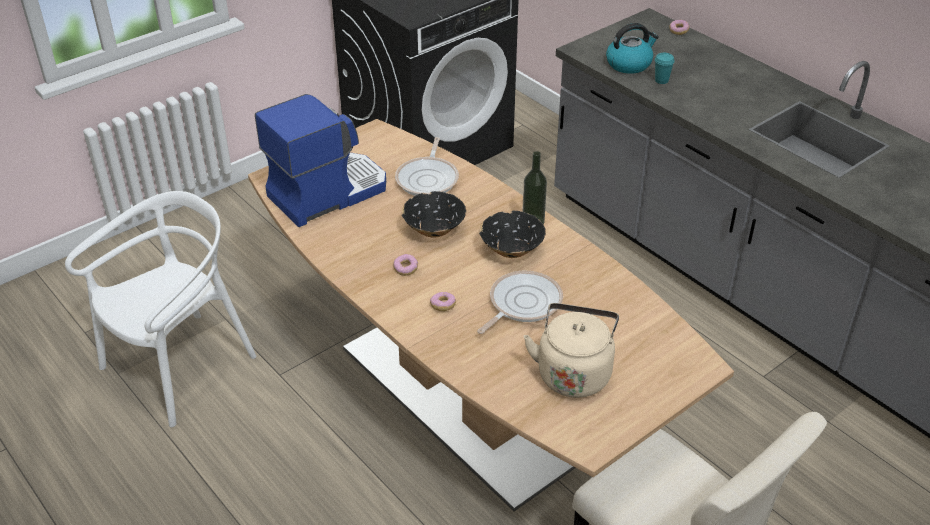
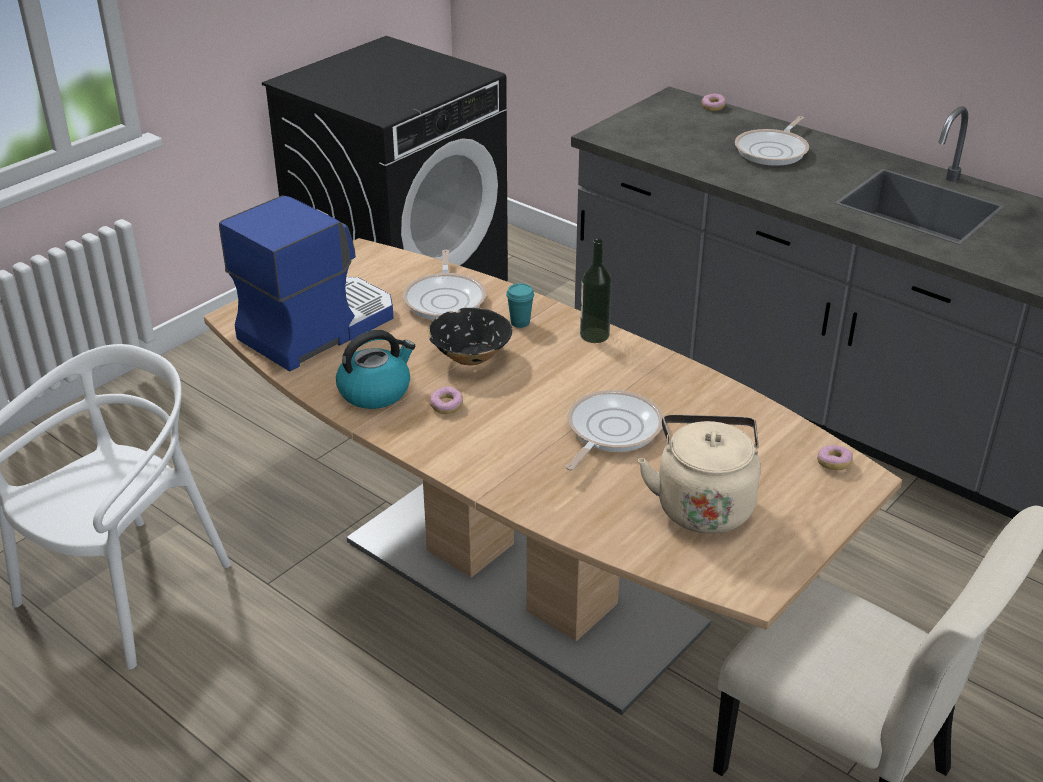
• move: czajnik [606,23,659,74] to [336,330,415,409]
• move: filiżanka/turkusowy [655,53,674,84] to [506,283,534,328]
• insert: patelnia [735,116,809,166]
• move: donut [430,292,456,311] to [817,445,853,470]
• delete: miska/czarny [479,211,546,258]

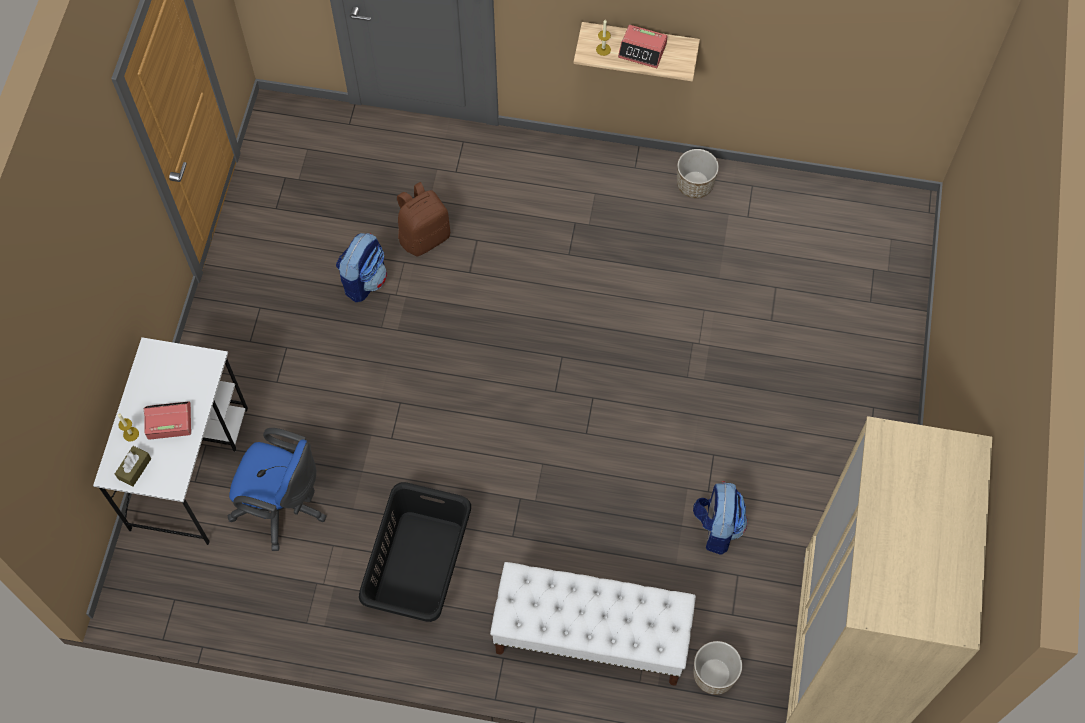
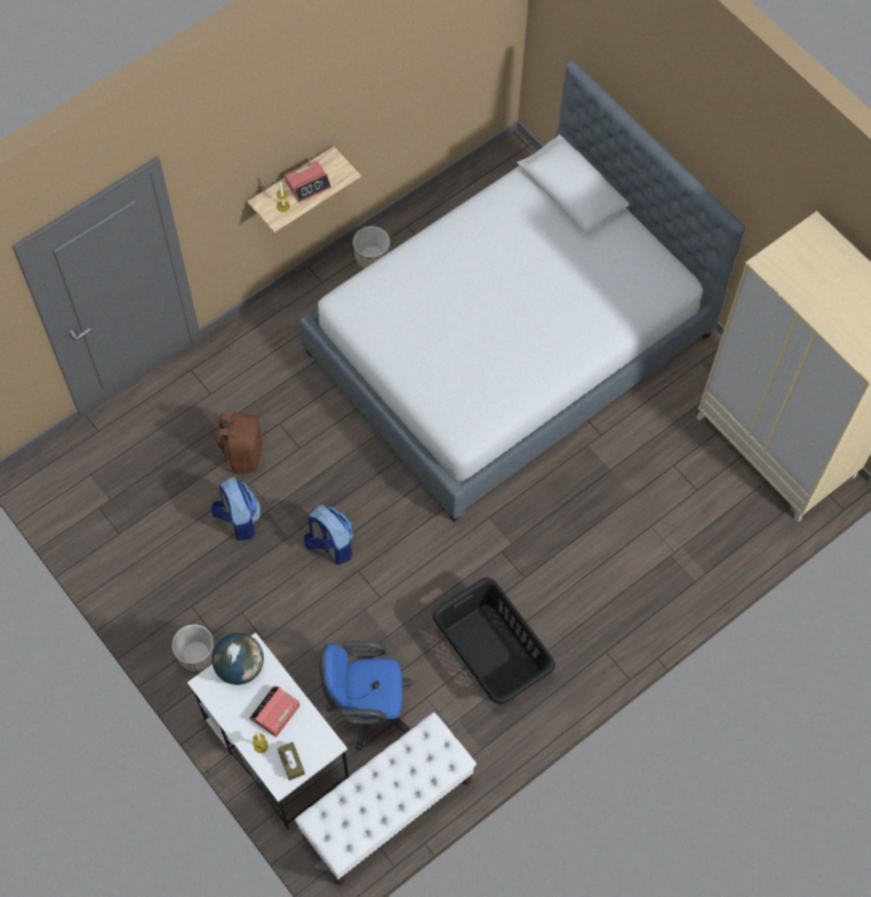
• move: donica [693,641,742,695] to [172,624,214,672]
• insert: globus [212,633,264,685]
• move: ławka/biały [490,562,696,686] to [295,712,477,886]
• insert: łóżko [299,60,745,522]
• move: plecak [693,481,747,555] to [303,505,353,565]
• rotate: krzesło biurowe/niebieski [228,428,327,551] = [319,641,413,751] 150 degrees counterclockwise

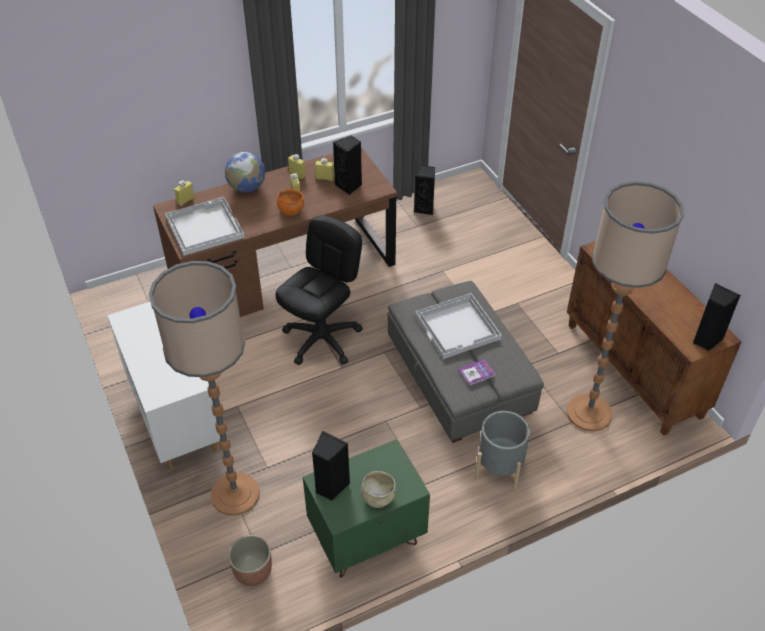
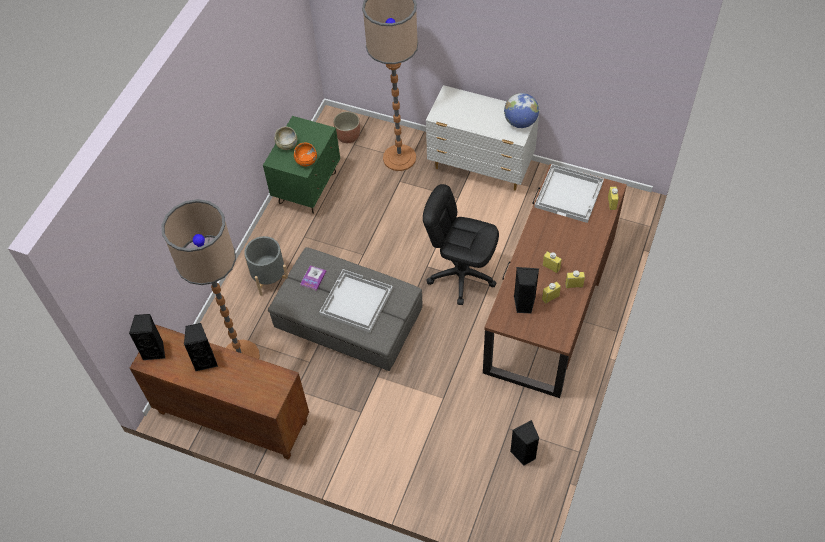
• move: głośnik/czarny [312,431,350,501] to [184,323,218,372]
• move: miska/pomarańczowy [277,189,304,216] to [294,143,317,166]
• rotate: krzesło biurowe/czarny [275,215,363,365] = [423,184,499,305] 120 degrees clockwise
• move: globus [225,152,265,193] to [504,93,539,128]

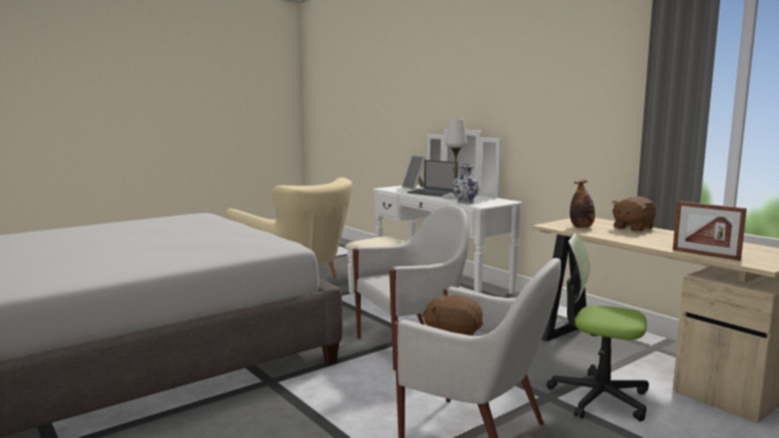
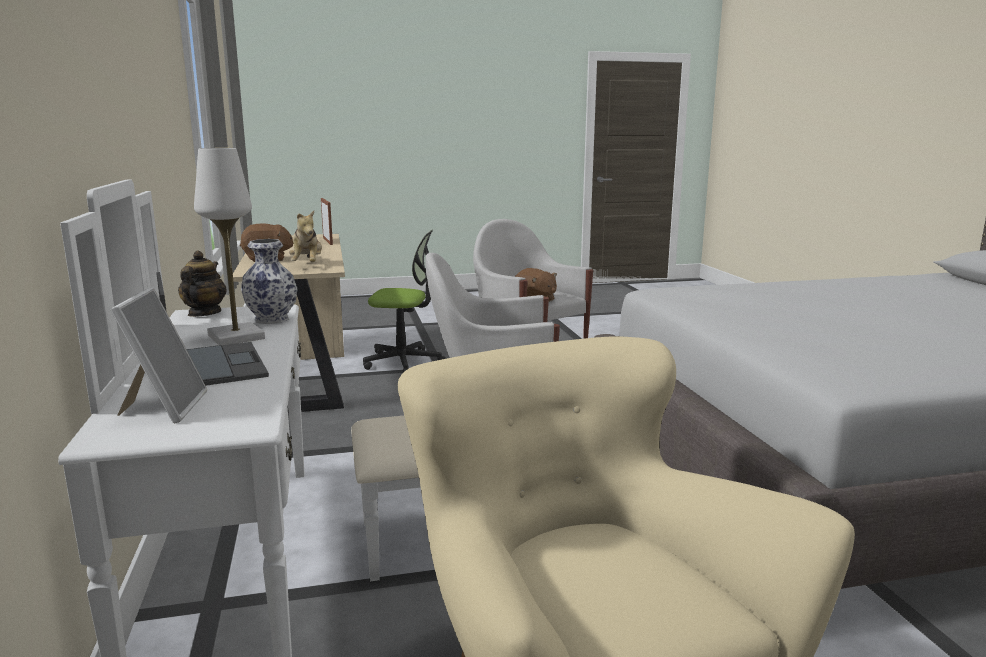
• insert: imbryk [178,250,227,317]
• replace: butelka [570,180,595,228] to pluszak [289,211,322,262]
• rotate: krzesło biurowe [546,233,649,421] = [363,230,446,372] 45 degrees counterclockwise

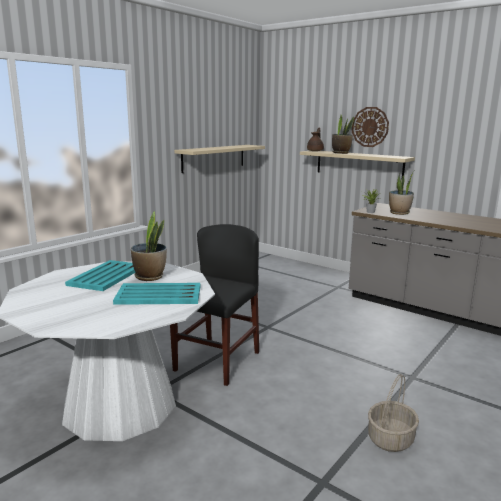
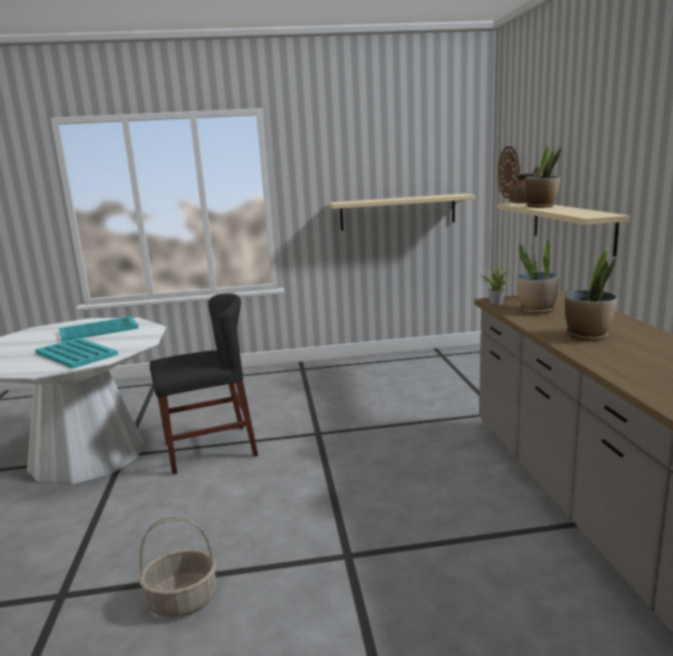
• move: zegar ścienny [352,107,389,147] to [498,146,520,199]
• move: roślina doniczkowa [131,211,167,281] to [565,247,617,341]

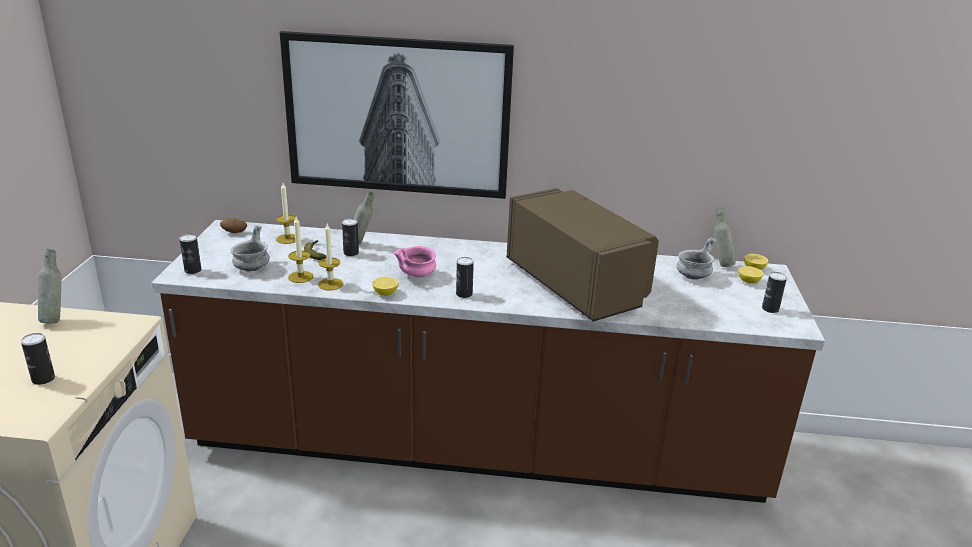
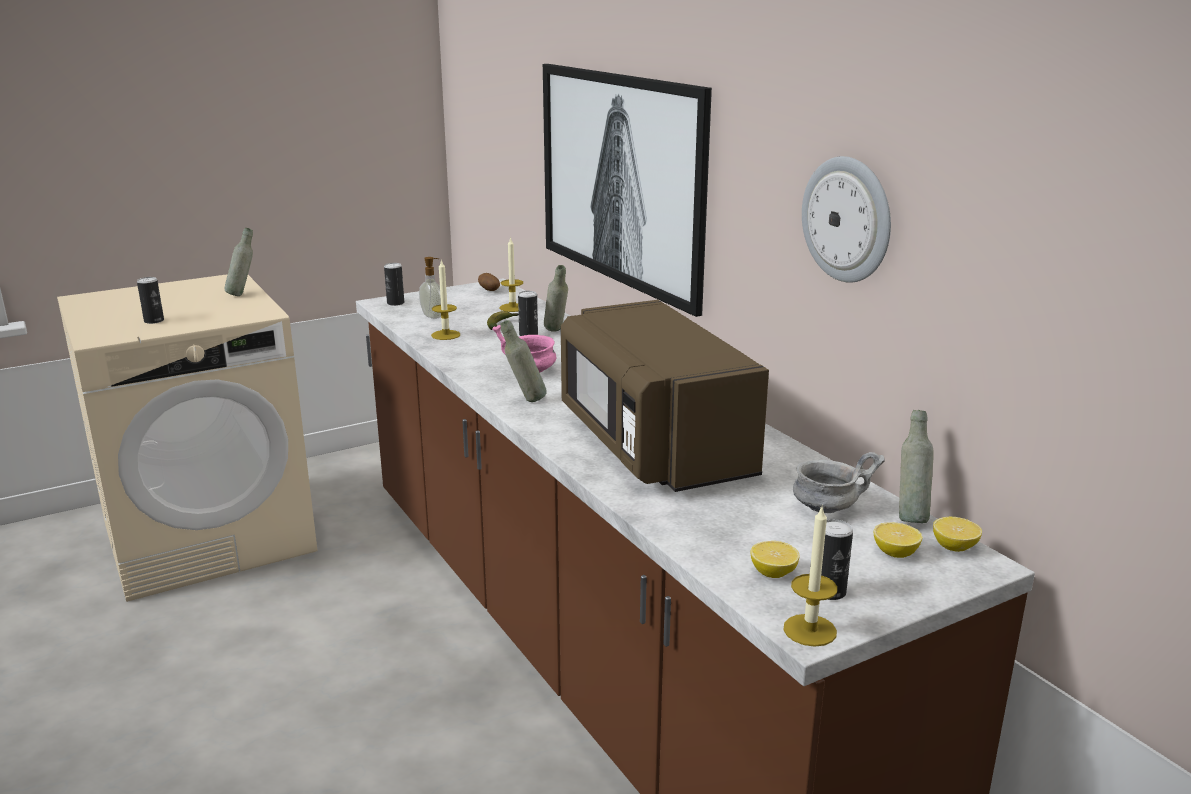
• replace: miska/szary [231,225,270,272] to dozownik mydła [419,257,441,319]
• replace: puszka [456,257,474,298] to butelka/szary [500,320,547,402]
• rotate: mikrofalówka/brązowy [506,188,659,322] = [561,300,769,492] 135 degrees clockwise
• move: cytryna [372,277,398,296] to [751,541,800,578]
• move: świeca [318,223,344,291] to [784,505,837,647]
• insert: zegar ścienny [802,156,891,283]

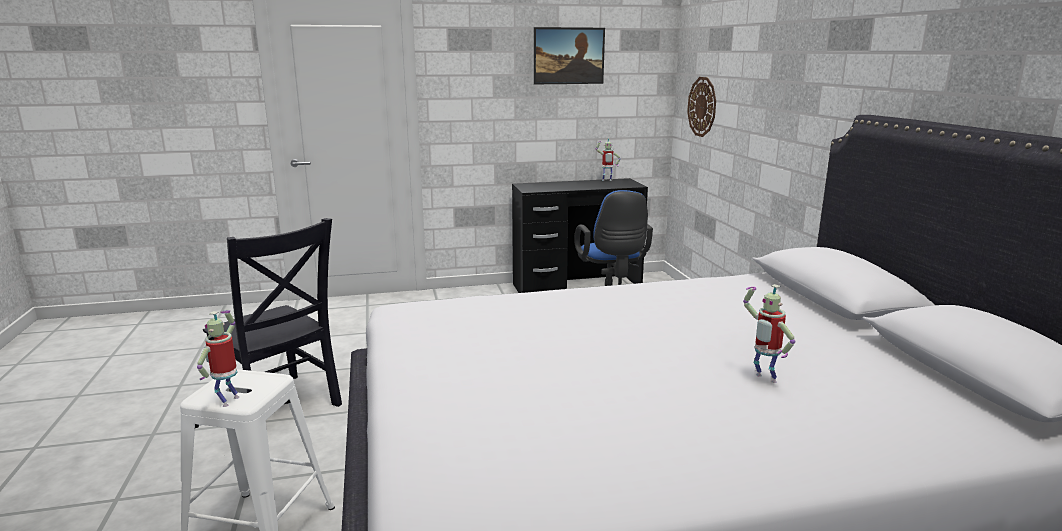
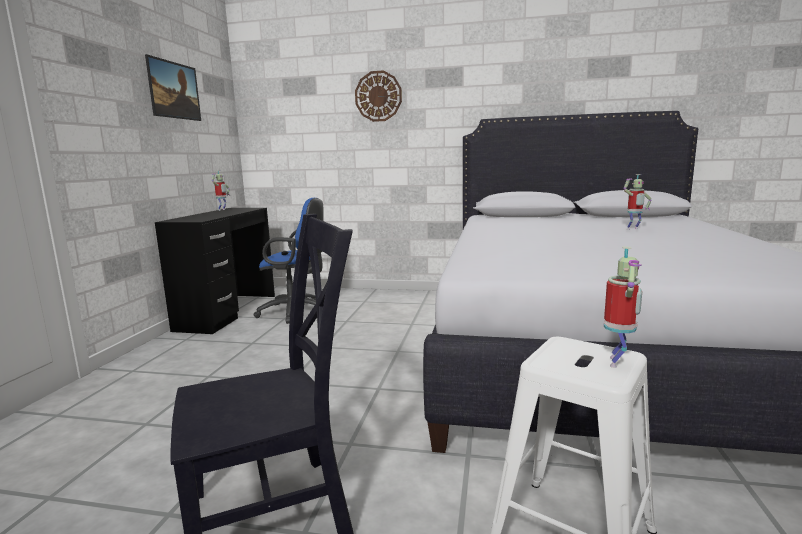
• move: zegar ścienny [687,77,716,137] to [355,70,402,122]
• rotate: robot zabawkowy [197,310,239,407] = [604,246,642,368] 105 degrees counterclockwise

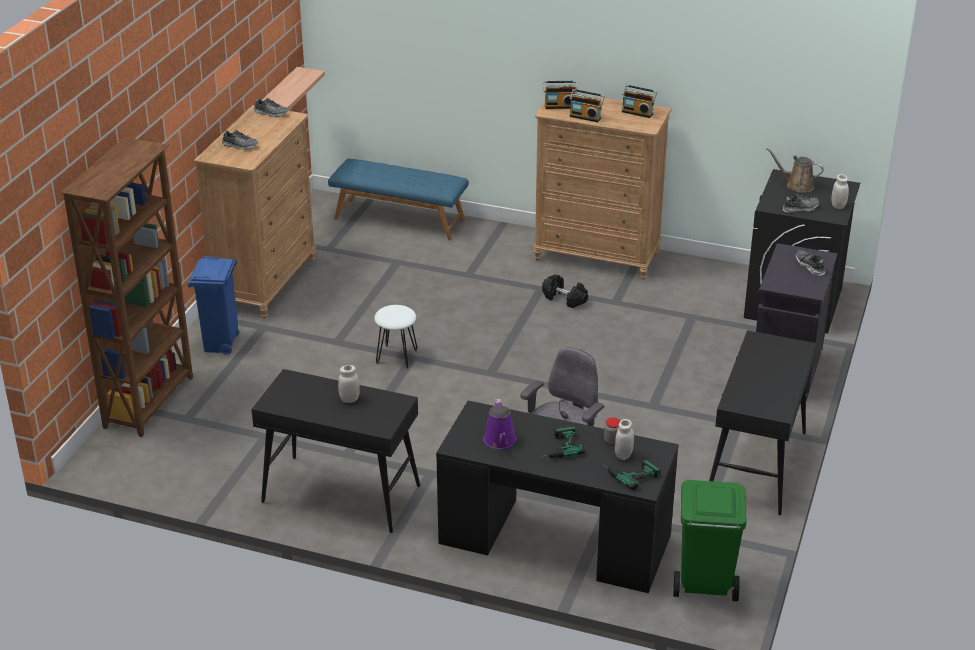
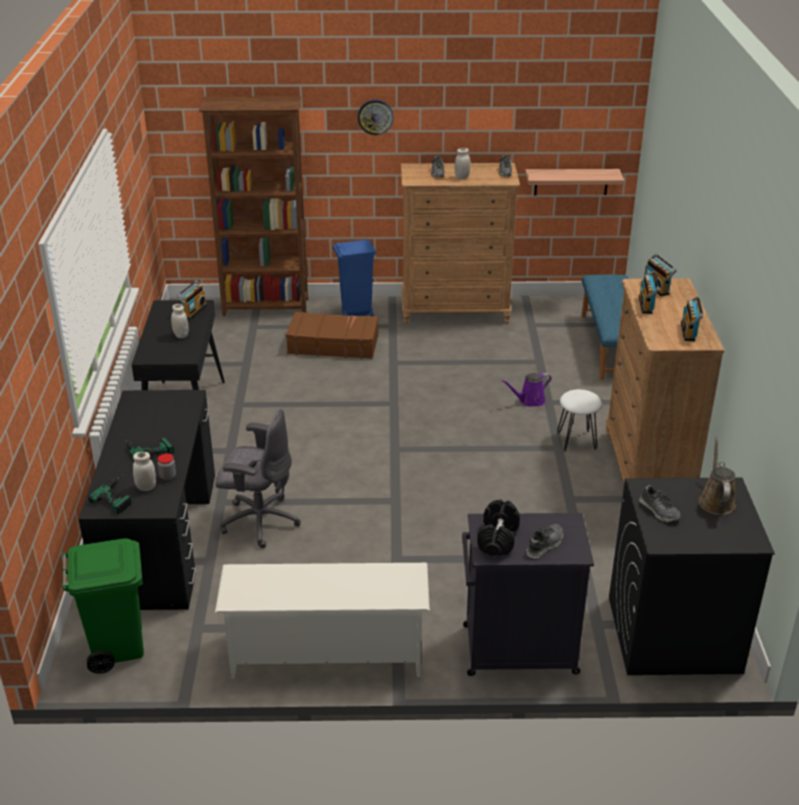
• insert: radio [177,280,207,319]
• replace: stolik konsolowy/czarny [709,330,816,515] to regał na buty/biały [215,563,430,679]
• insert: walizka/brązowy [286,312,378,359]
• insert: zegar ścienny [358,100,394,135]
• move: słoik/biały [831,174,849,209] to [454,148,471,179]
• move: hantel/czarny [542,274,588,308] to [477,500,520,556]
• move: konewka/fioletowy [483,399,516,449] to [501,373,552,407]
• move: stołek/biały [374,305,417,368] to [557,389,602,451]

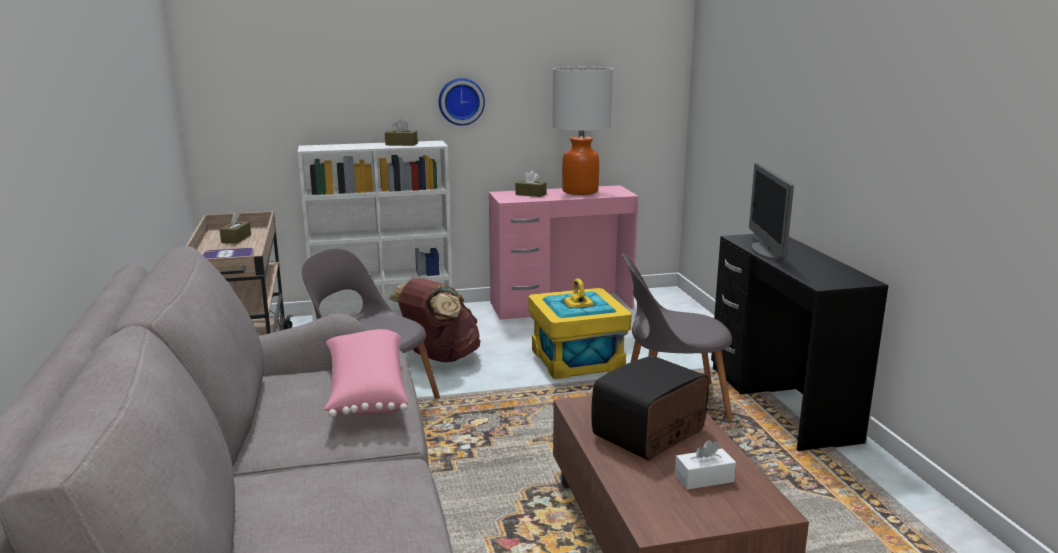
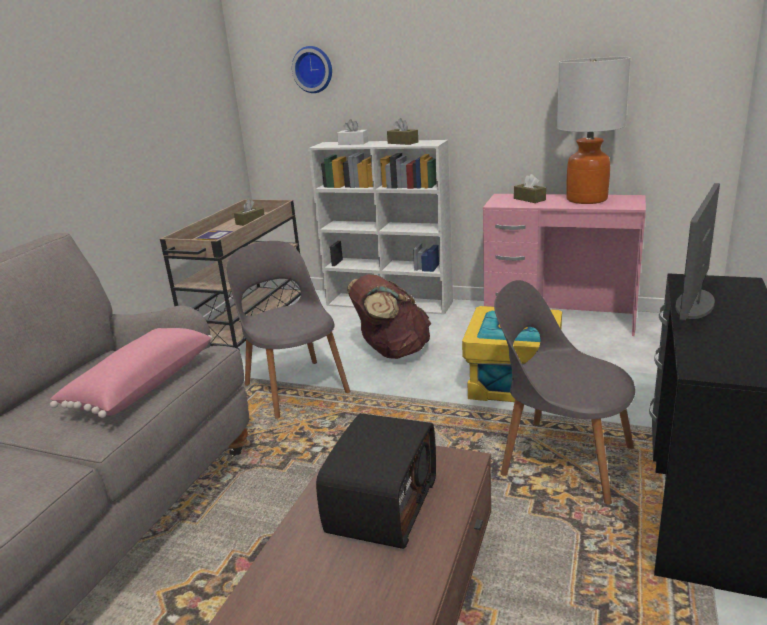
• move: zegar ścienny [439,78,485,126] to [292,46,332,93]
• rotate: radio [591,356,709,460] = [316,413,436,549] 120 degrees clockwise
• move: pudełko chusteczek/biały [675,440,736,490] to [337,119,368,145]

